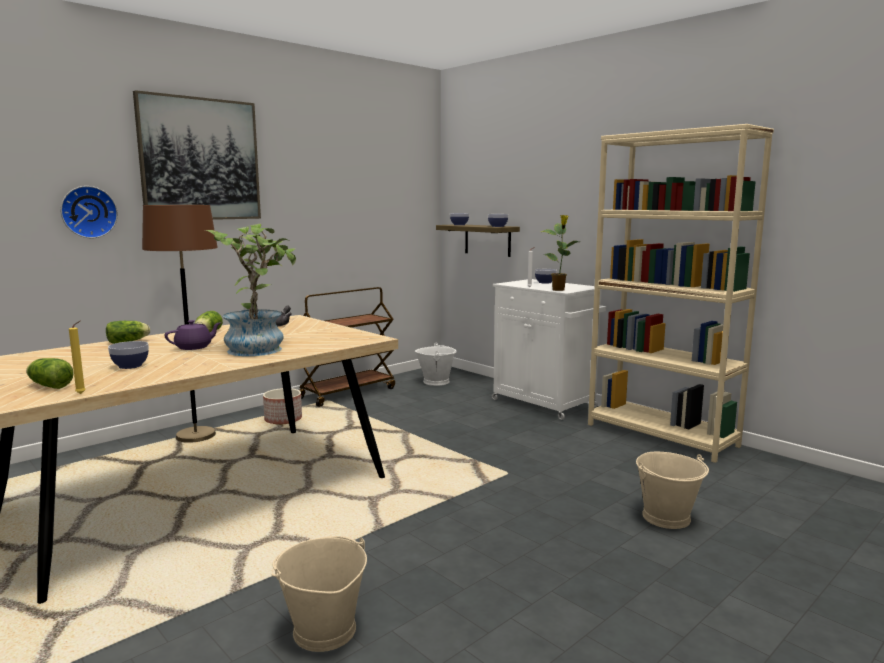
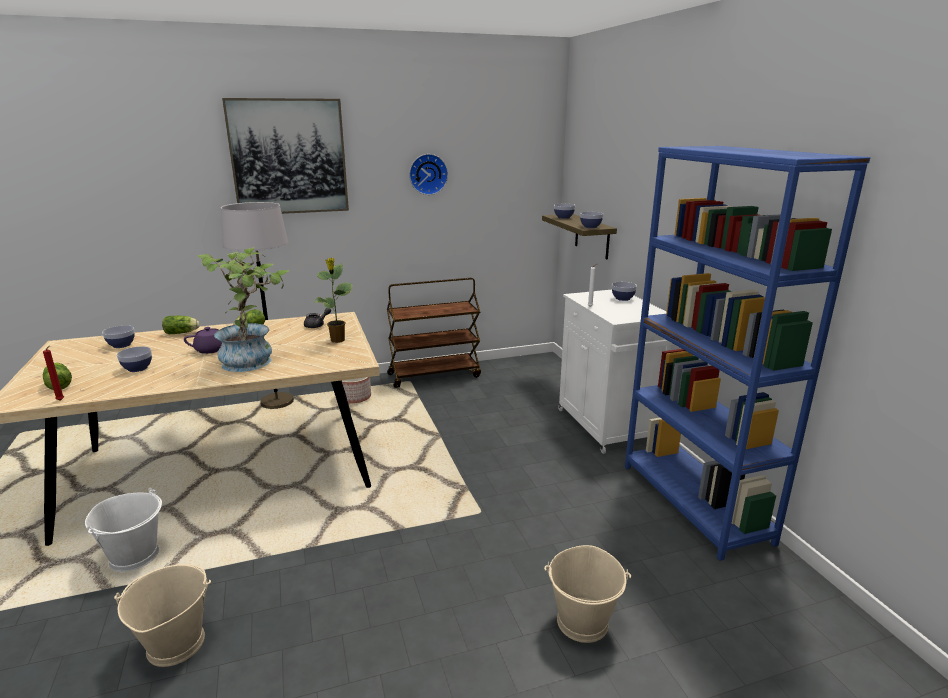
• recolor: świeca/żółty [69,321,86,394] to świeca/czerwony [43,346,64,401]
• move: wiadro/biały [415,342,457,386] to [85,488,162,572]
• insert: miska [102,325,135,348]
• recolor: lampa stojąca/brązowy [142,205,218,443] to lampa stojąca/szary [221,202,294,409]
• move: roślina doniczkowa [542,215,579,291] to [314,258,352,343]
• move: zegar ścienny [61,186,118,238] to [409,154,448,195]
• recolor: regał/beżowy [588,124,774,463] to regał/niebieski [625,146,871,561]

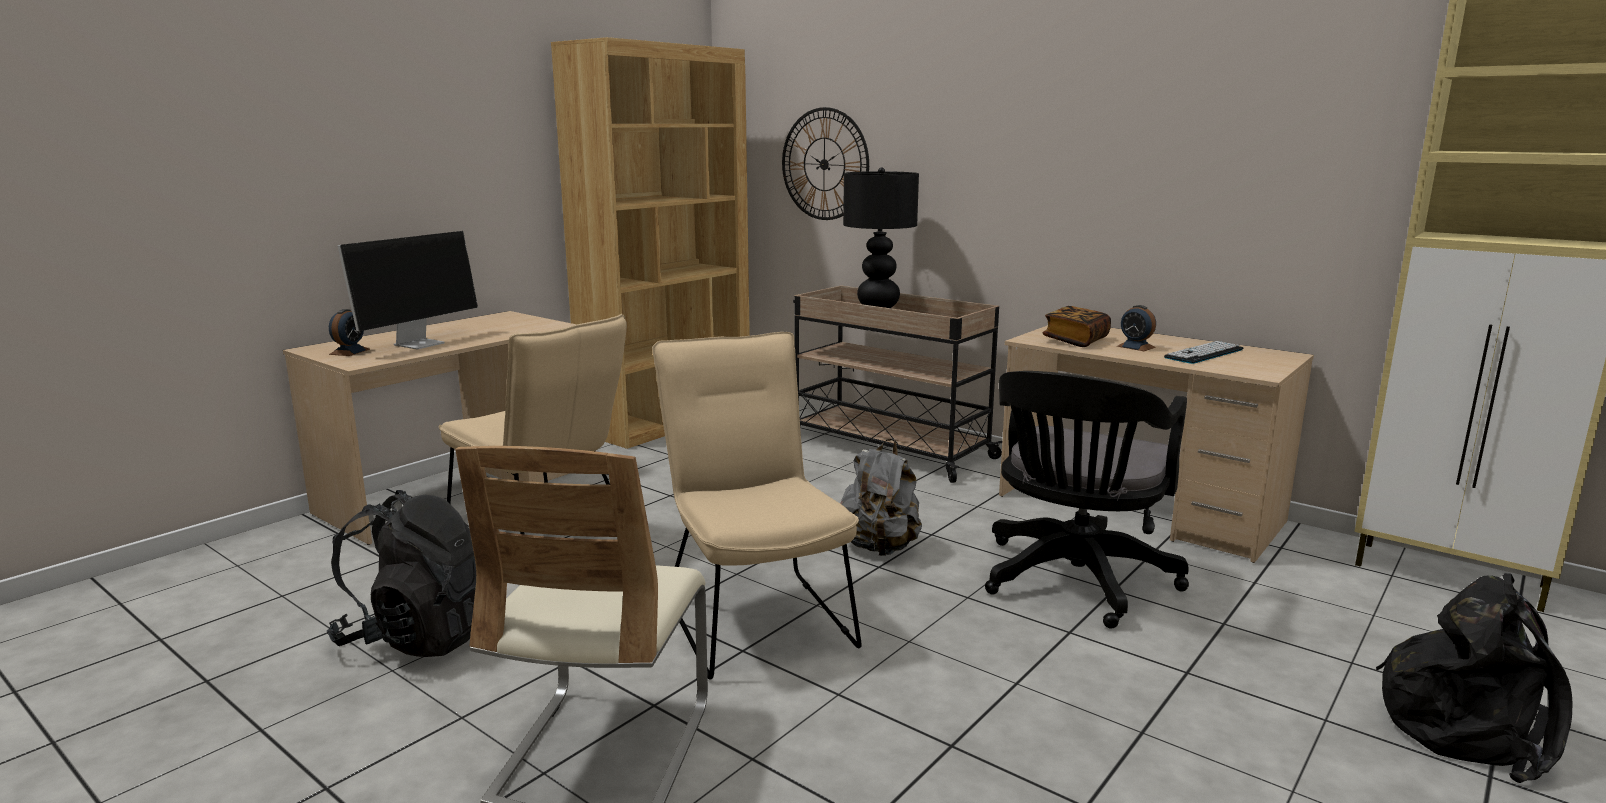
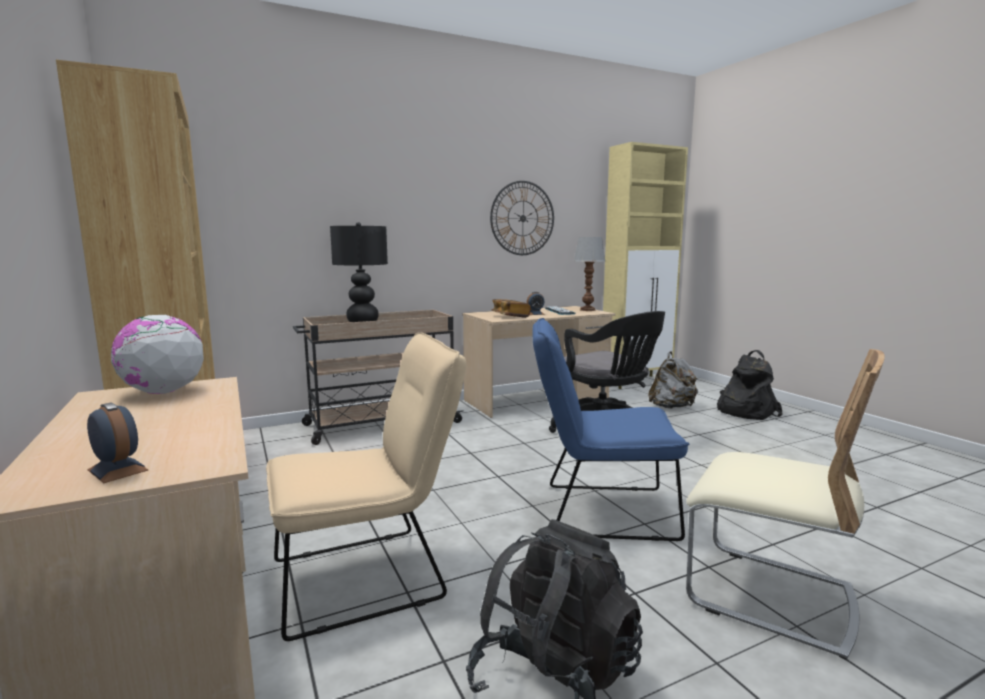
• insert: globus [111,315,204,394]
• move: zegar ścienny [782,107,869,220] to [490,181,554,255]
• recolor: krzesło/beżowy [652,332,862,679] to krzesło/niebieski [532,318,689,541]
• insert: lampa stołowa [574,237,605,311]
• move: plecak/szary [840,439,922,556] to [648,351,698,409]
• delete: monitor [338,231,478,349]

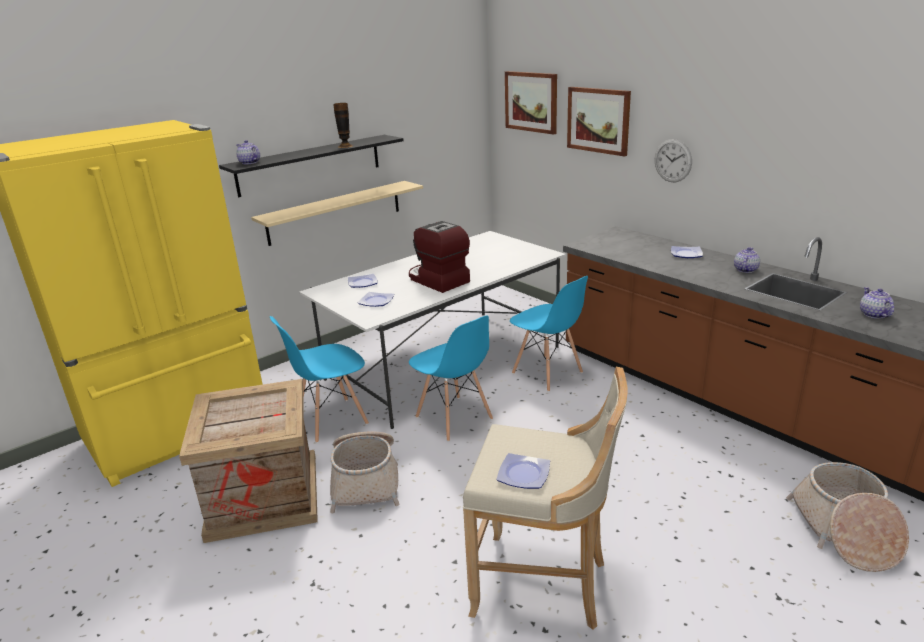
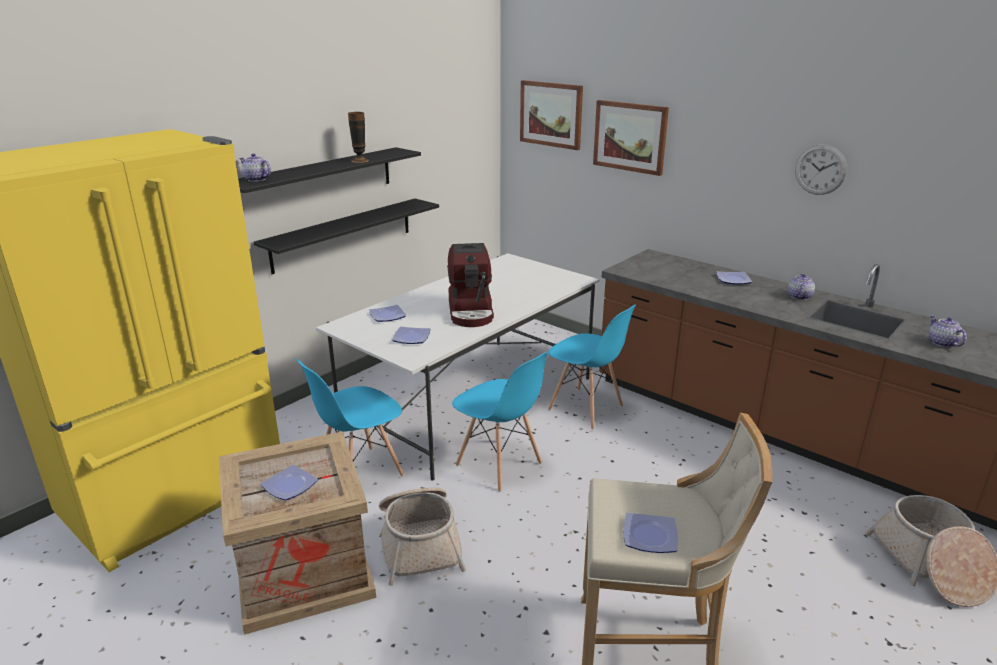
• recolor: półka/beżowy [251,181,423,246] to półka/czarny [254,199,439,274]
• insert: talerz [260,465,318,500]
• rotate: ekspres do kawy [409,221,470,293] = [447,243,494,327] 135 degrees counterclockwise
• move: zegar ścienny [655,139,692,182] to [795,145,847,195]

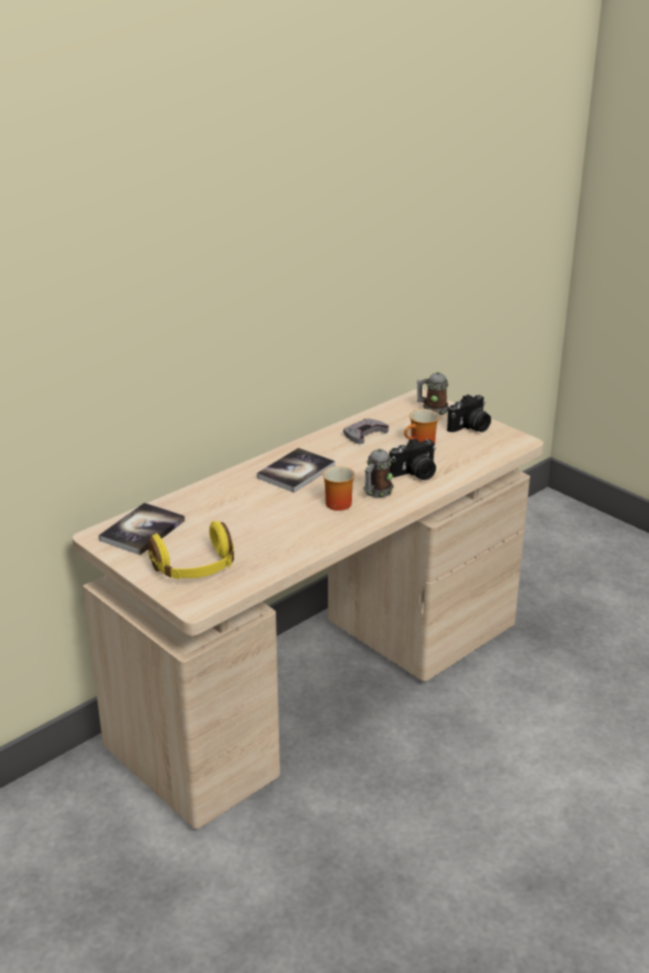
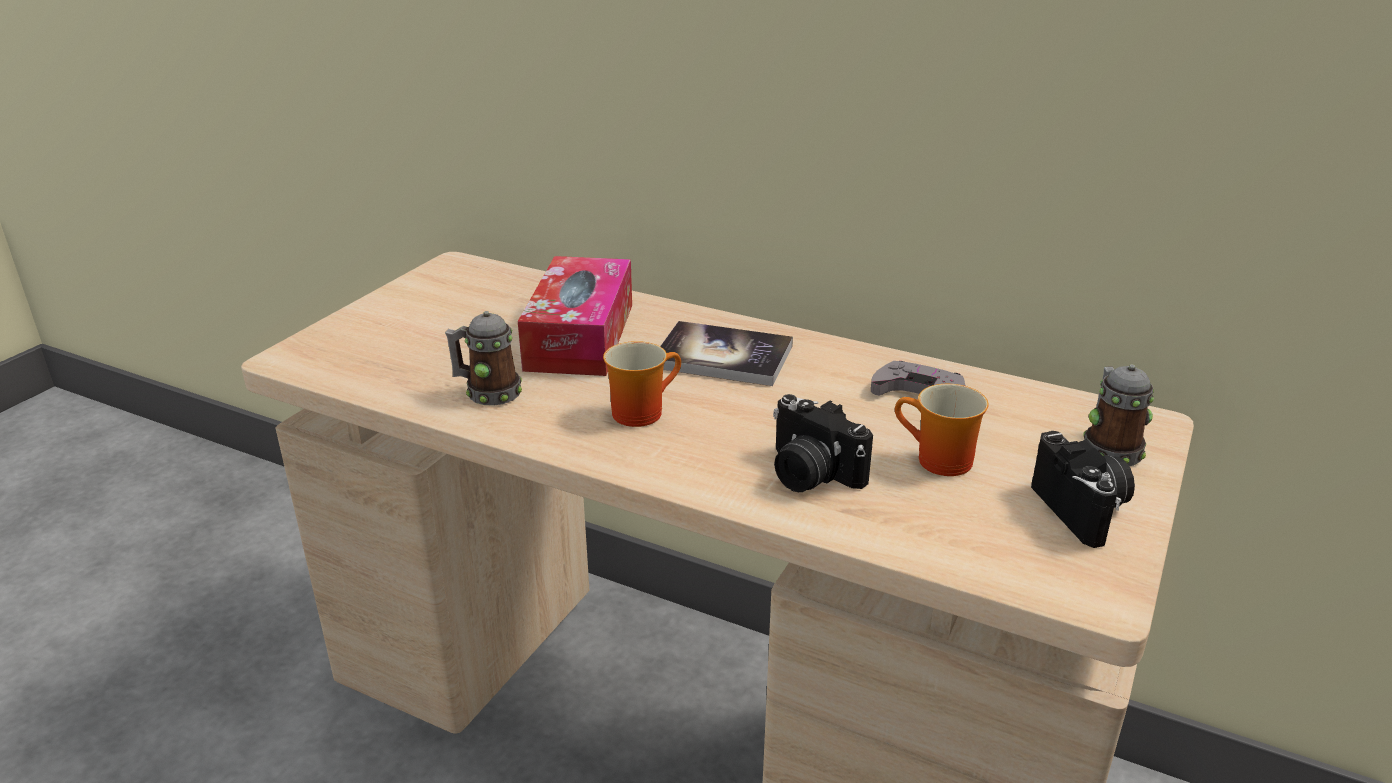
• move: kubek [363,448,394,497] to [445,311,522,406]
• insert: pudełko chusteczek [518,256,632,376]
• rotate: aparat fotograficzny [447,394,491,432] = [1031,431,1135,548] 135 degrees counterclockwise
• delete: książka [98,503,185,555]
• delete: słuchawki/żółty [148,521,234,579]

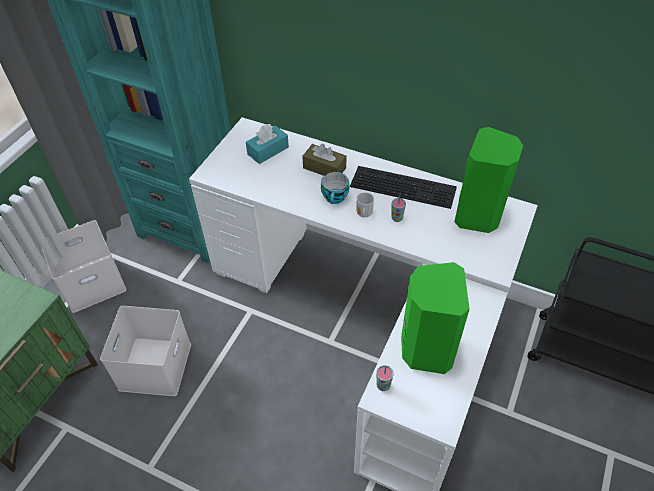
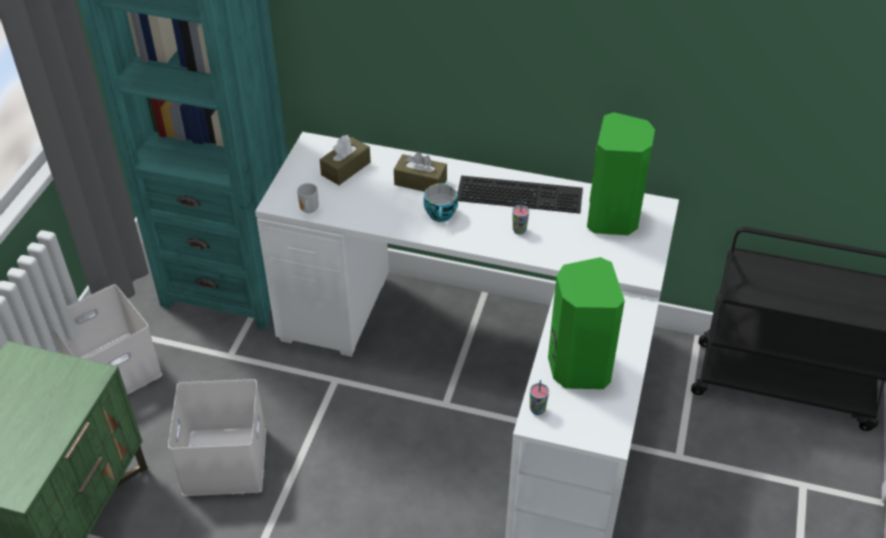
• move: kubek [357,192,374,218] to [297,183,319,213]
• recolor: pudełko chusteczek/turkusowy [246,124,289,164] to pudełko chusteczek/brązowy [320,135,371,185]

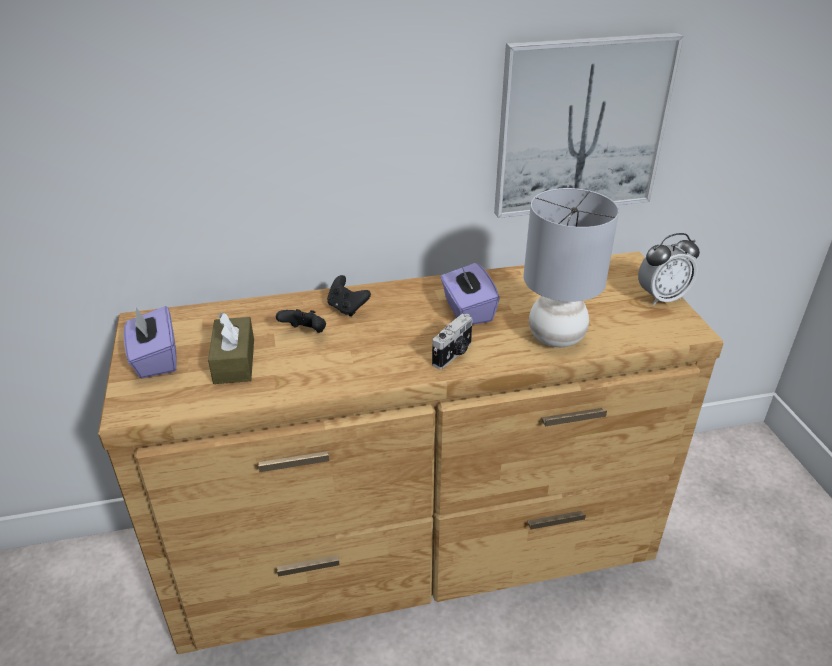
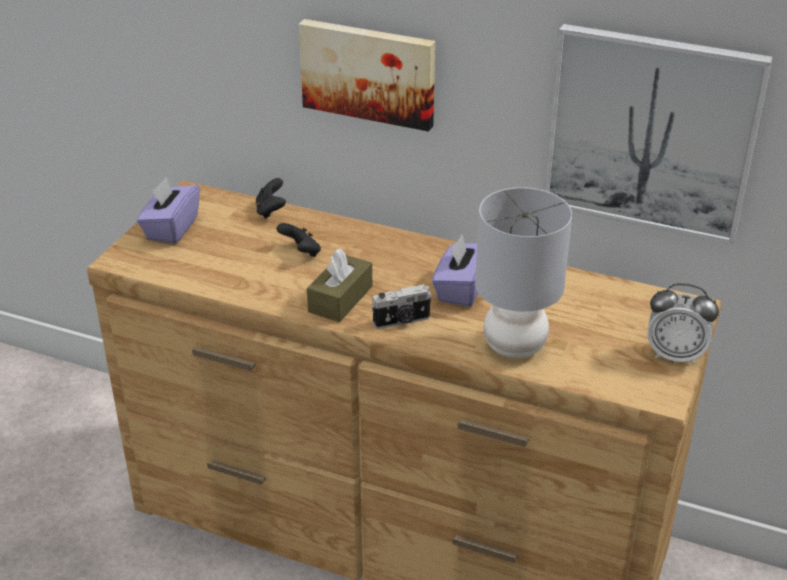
• move: pad do gier/czarny [327,275,371,317] to [256,178,286,219]
• insert: obraz [299,19,435,132]
• move: pudełko chusteczek/brązowy [208,312,254,384] to [307,249,372,322]

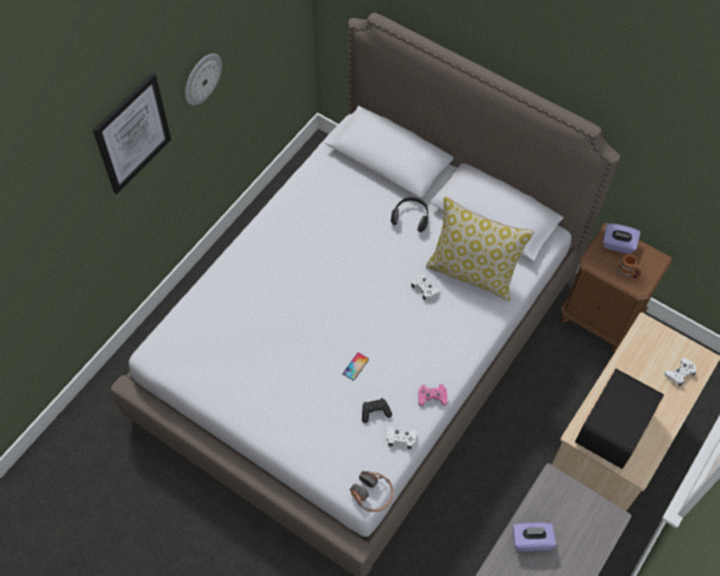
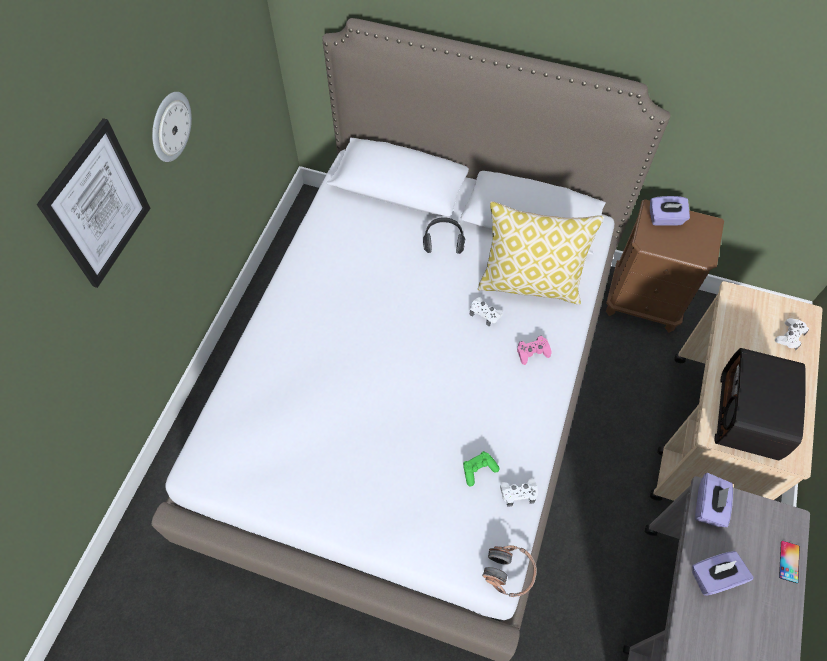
• recolor: pad do gier/czarny [362,398,392,423] to pad do gier/zielony [463,451,500,486]
• move: pad do gier/różowy [418,384,448,406] to [517,336,552,365]
• insert: pudełko chusteczek/fioletowy [695,473,733,527]
• move: telefon [343,353,369,381] to [779,541,800,583]
• delete: kubek [618,254,641,279]

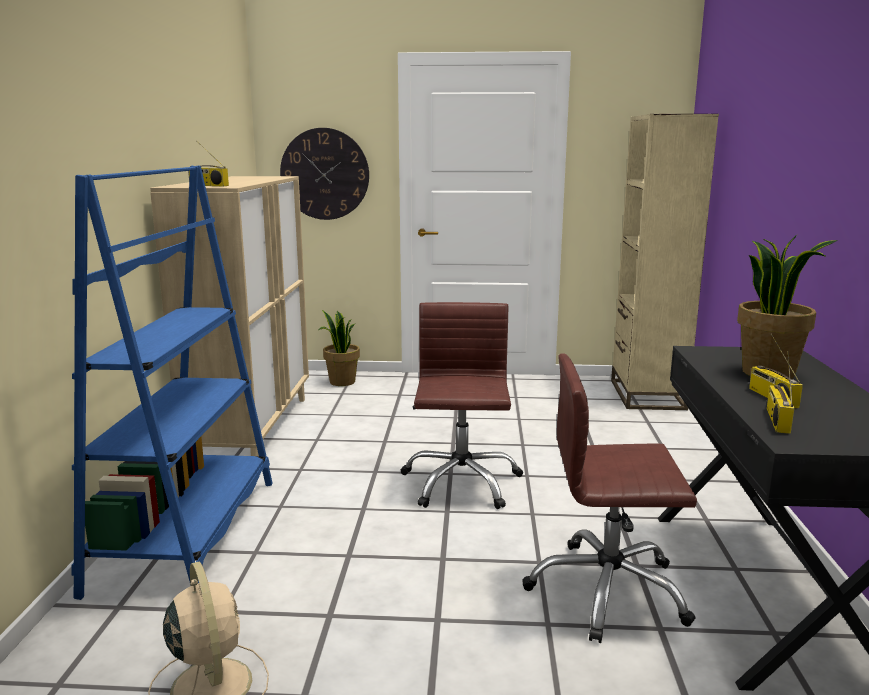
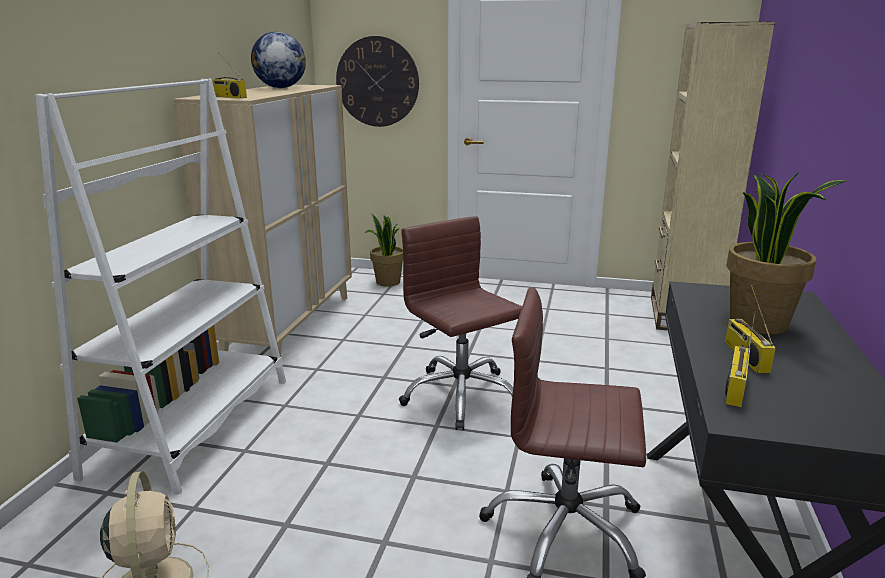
• recolor: regał/niebieski [71,165,273,600] to regał/biały [35,78,286,494]
• insert: globus [251,32,306,88]
• rotate: krzesło biurowe/brązowy [400,302,523,509] = [399,216,522,430] 45 degrees counterclockwise

